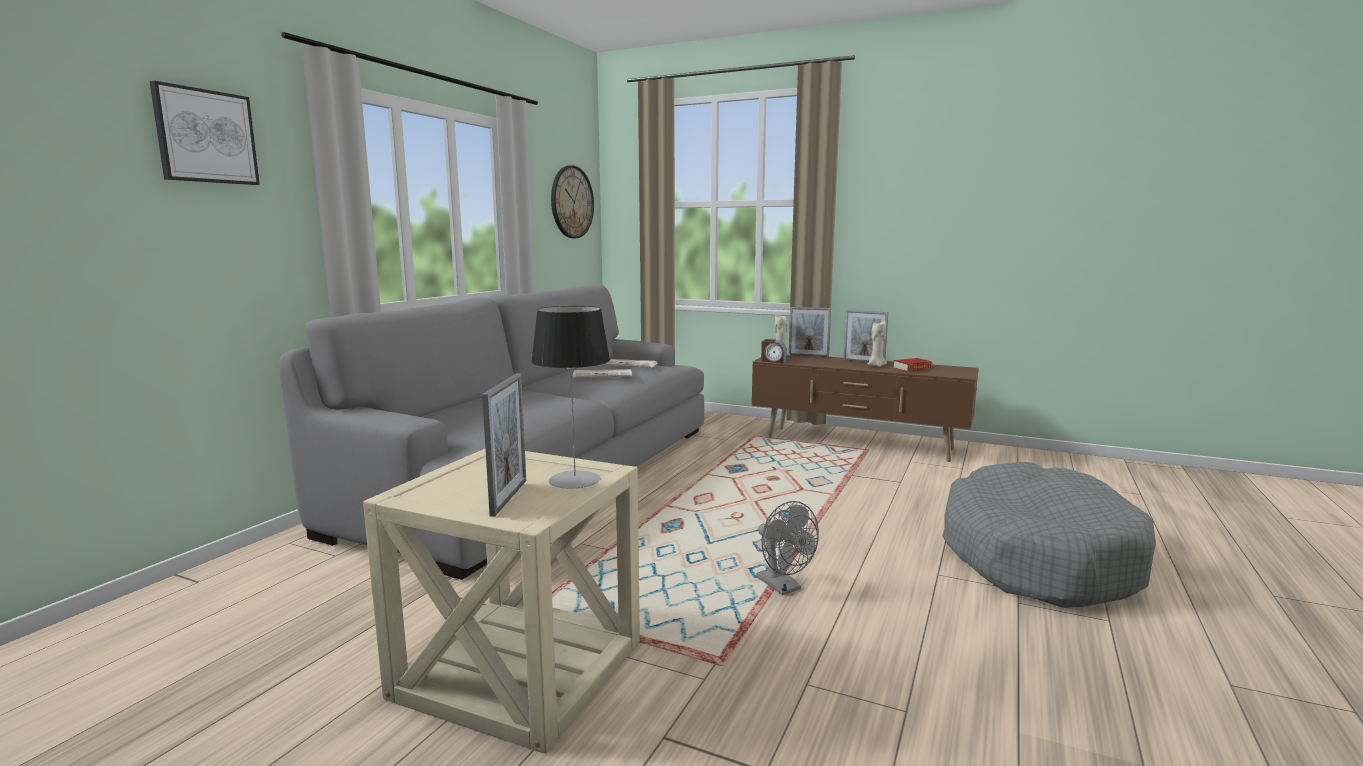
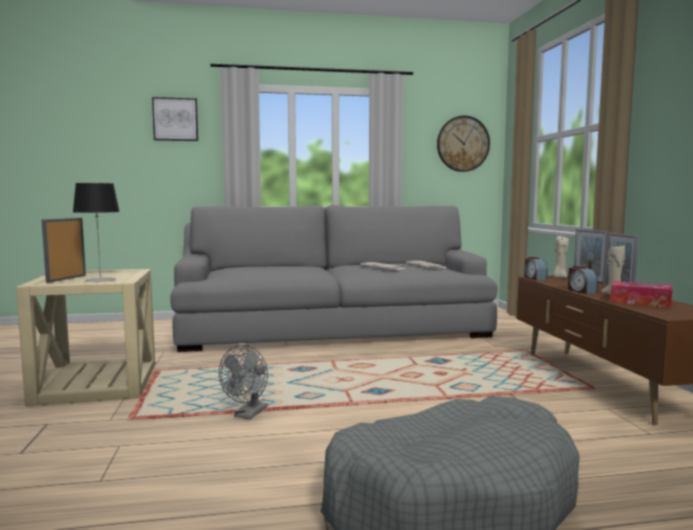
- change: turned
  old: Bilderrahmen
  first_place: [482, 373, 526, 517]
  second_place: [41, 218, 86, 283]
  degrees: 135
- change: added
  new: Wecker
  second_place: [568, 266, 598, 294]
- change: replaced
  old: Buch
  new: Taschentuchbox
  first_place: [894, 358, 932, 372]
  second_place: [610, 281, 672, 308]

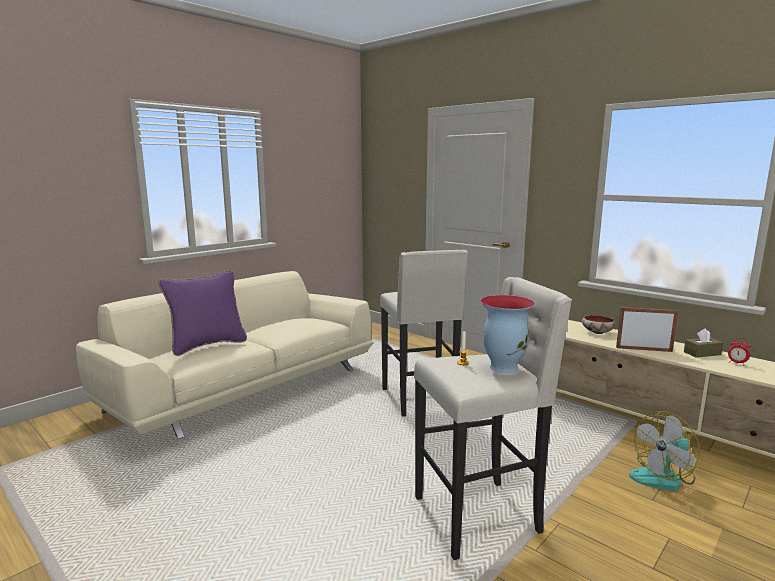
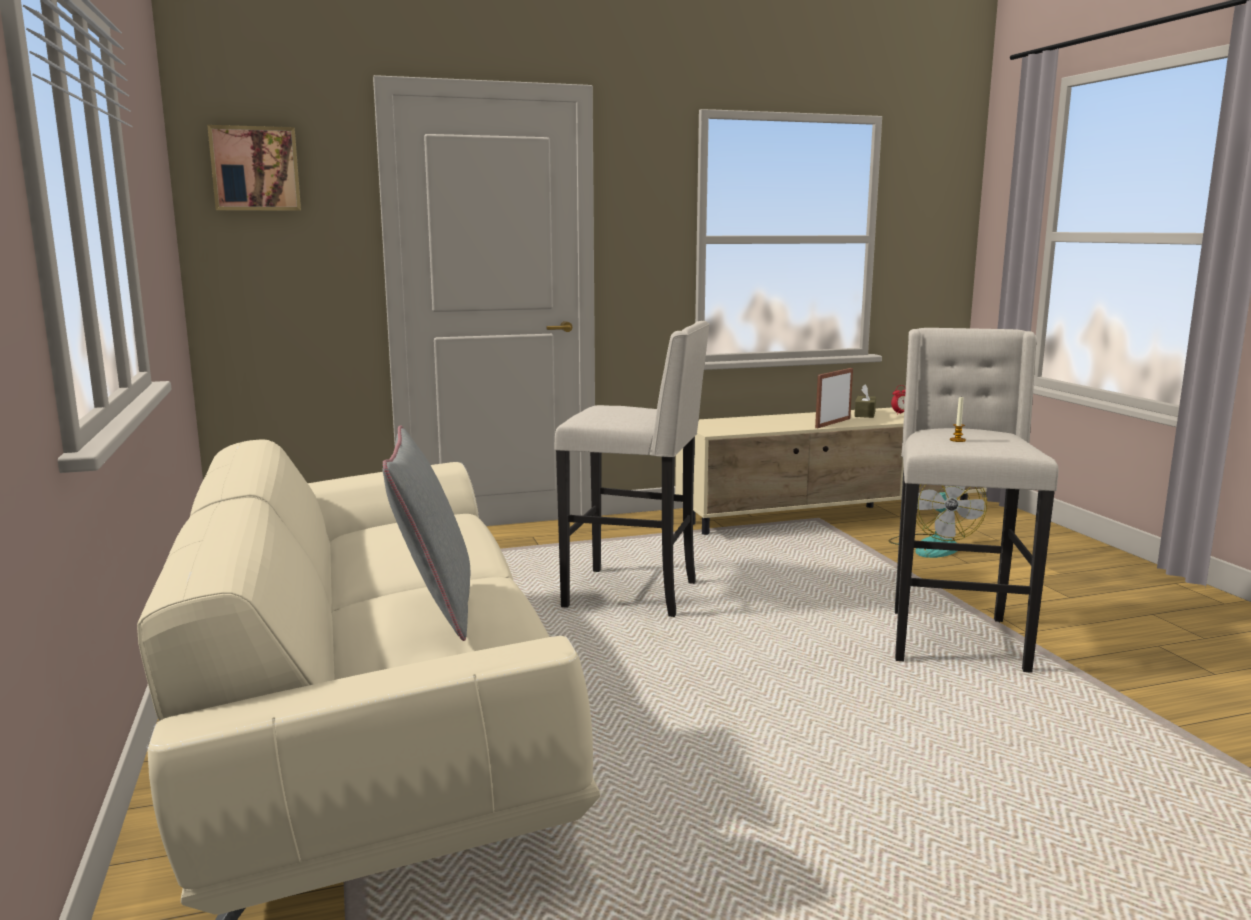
- change: added
  new: Bild
  second_place: [207, 125, 301, 211]
- change: recoloured
  old: Kissen (lila)
  new: Kissen (grau)
  first_place: [159, 271, 247, 356]
  second_place: [383, 425, 470, 641]
- change: removed
  old: Vase
  first_place: [480, 295, 535, 373]
- change: removed
  old: Schüssel
  first_place: [582, 315, 615, 334]

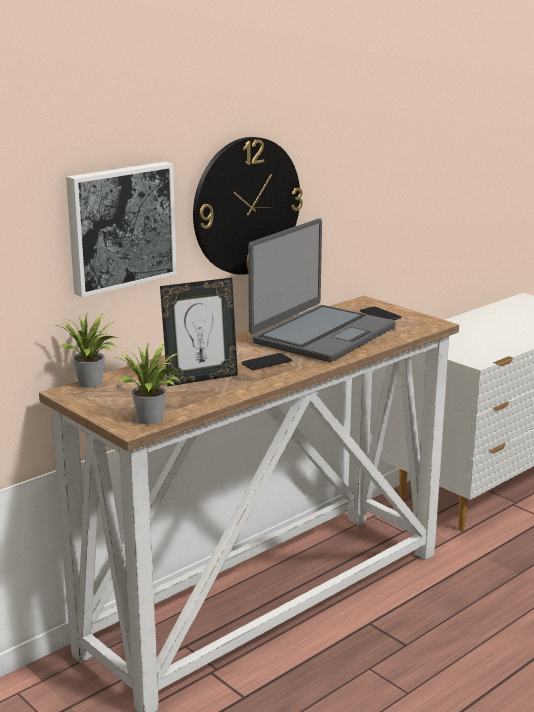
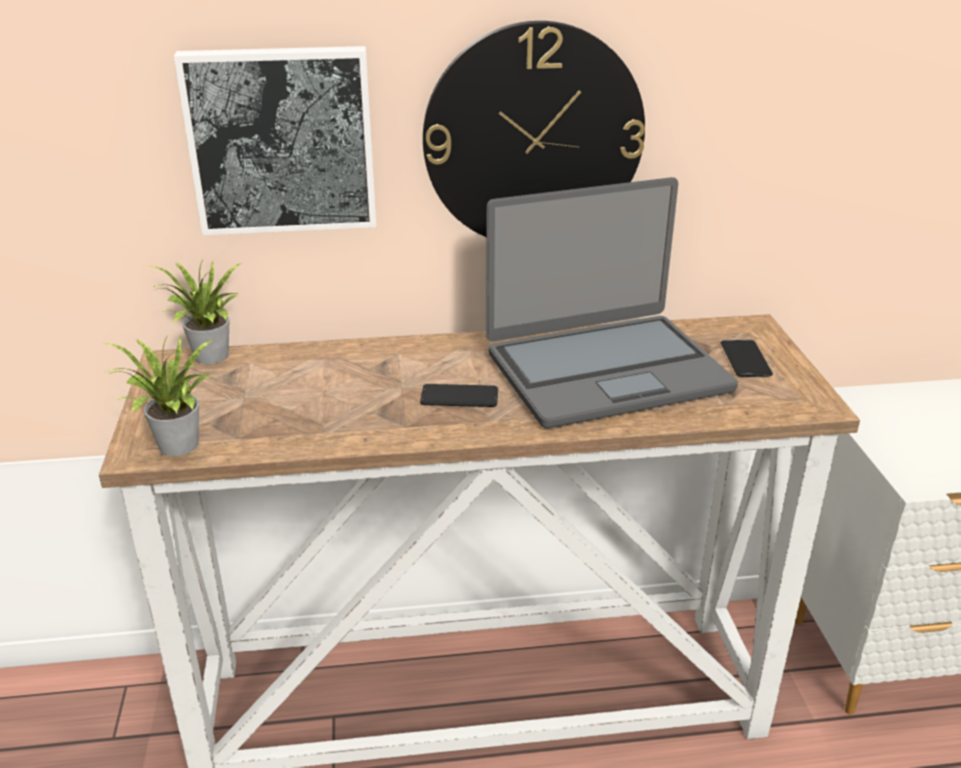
- change: removed
  old: Bilderrahmen
  first_place: [160, 278, 238, 386]

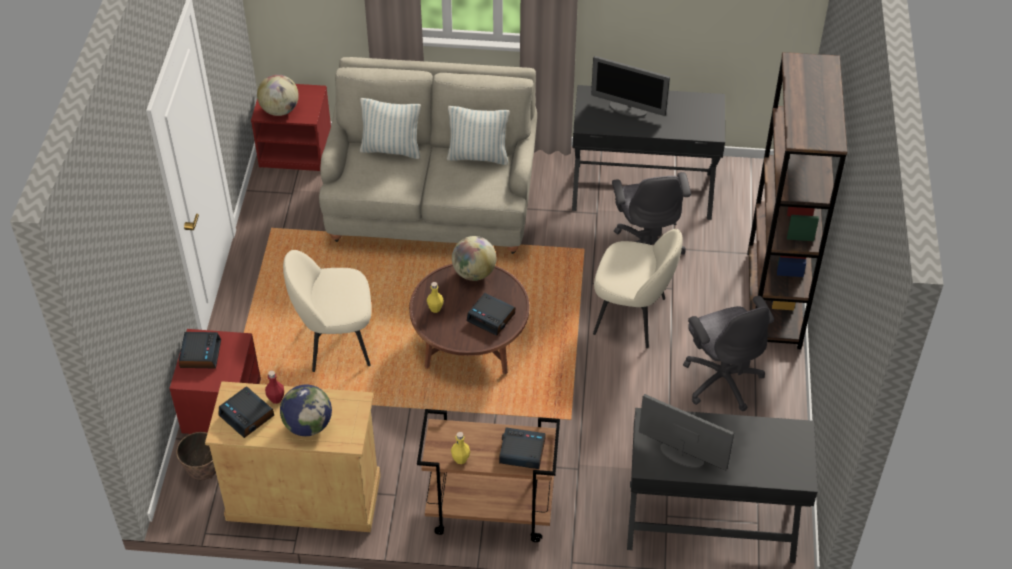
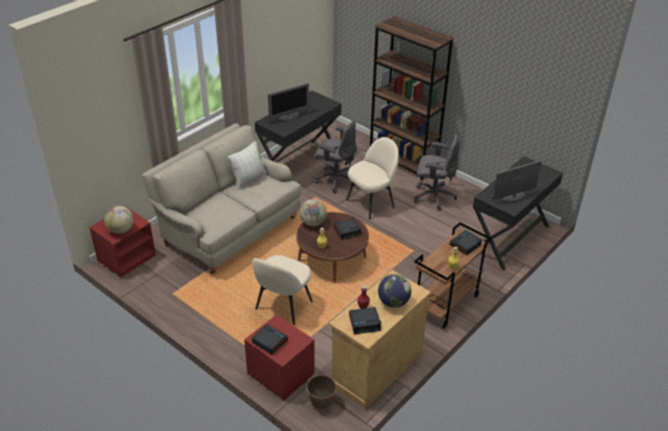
- change: removed
  old: Kissen
  first_place: [360, 98, 421, 159]

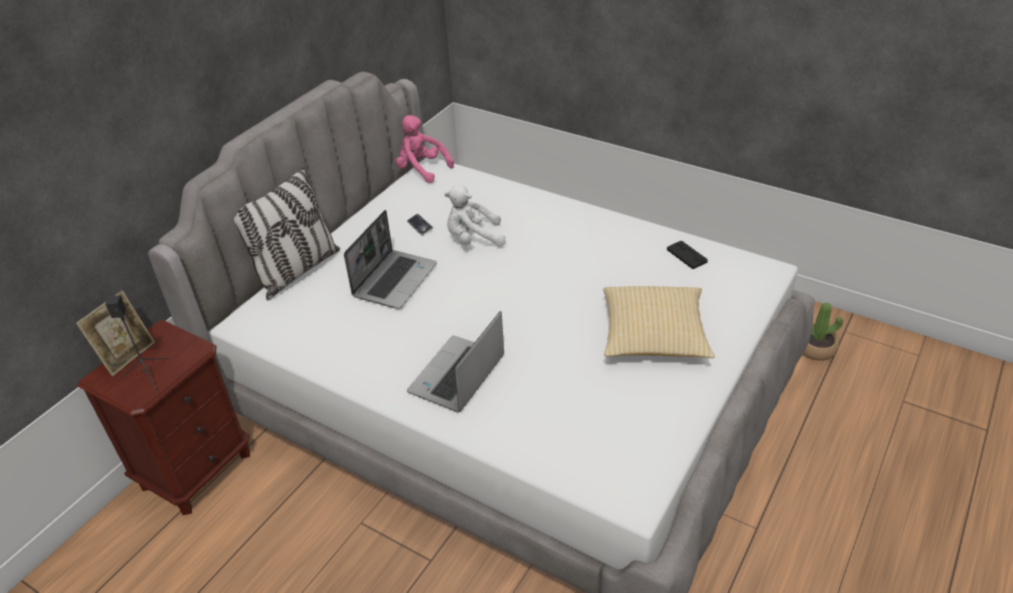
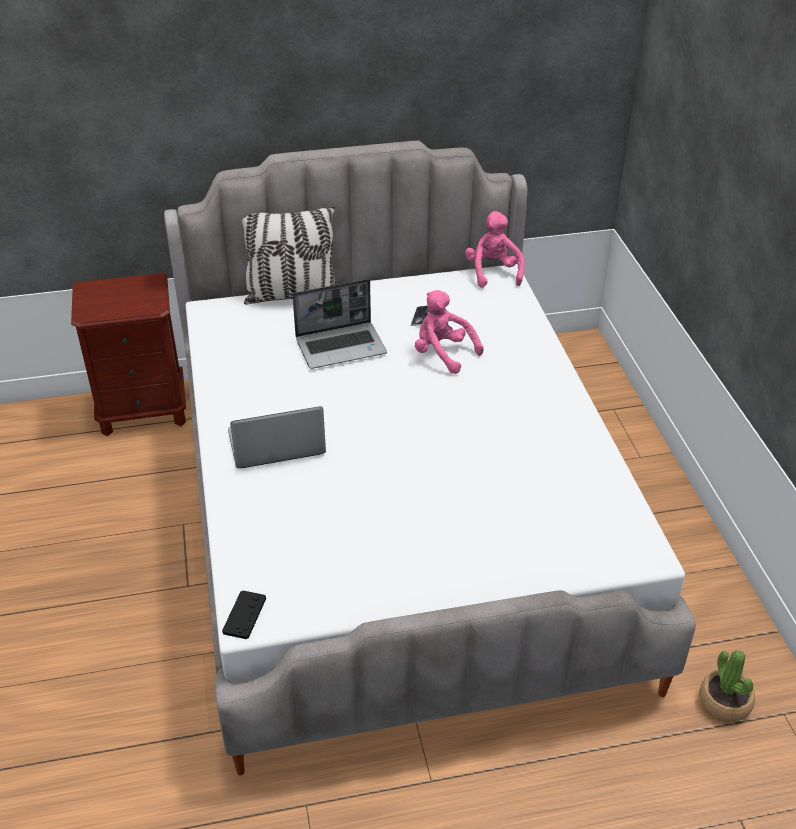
- change: moved
  old: Gamepad (schwarz)
  first_place: [667, 241, 708, 269]
  second_place: [222, 590, 266, 639]
- change: recoloured
  old: Plüschtier (weiß)
  new: Plüschtier (rosa)
  first_place: [444, 185, 506, 247]
  second_place: [415, 290, 484, 374]
- change: removed
  old: Bilderrahmen
  first_place: [76, 291, 155, 376]
- change: removed
  old: Lautsprecher (schwarz)
  first_place: [105, 295, 168, 393]
- change: removed
  old: Kissen
  first_place: [603, 286, 715, 358]

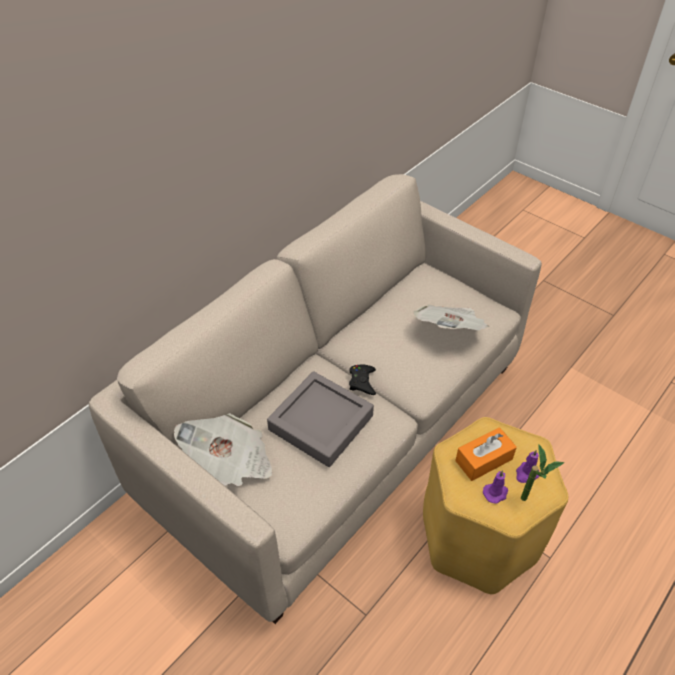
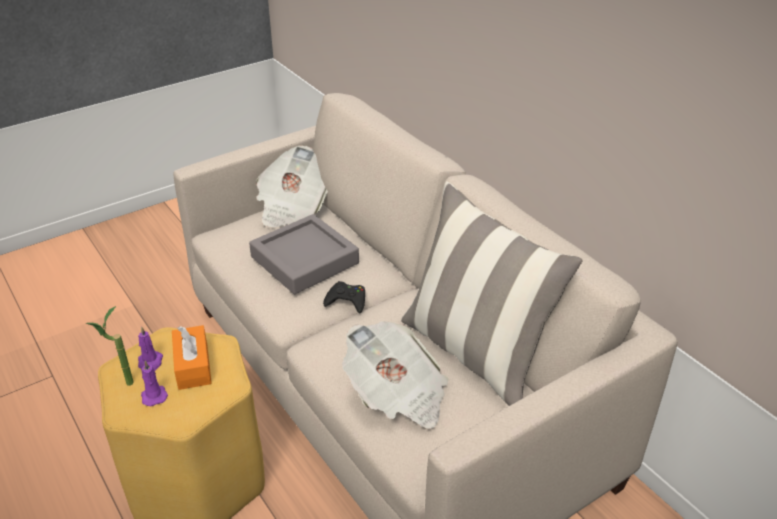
- change: added
  new: Kissen
  second_place: [401, 181, 582, 406]

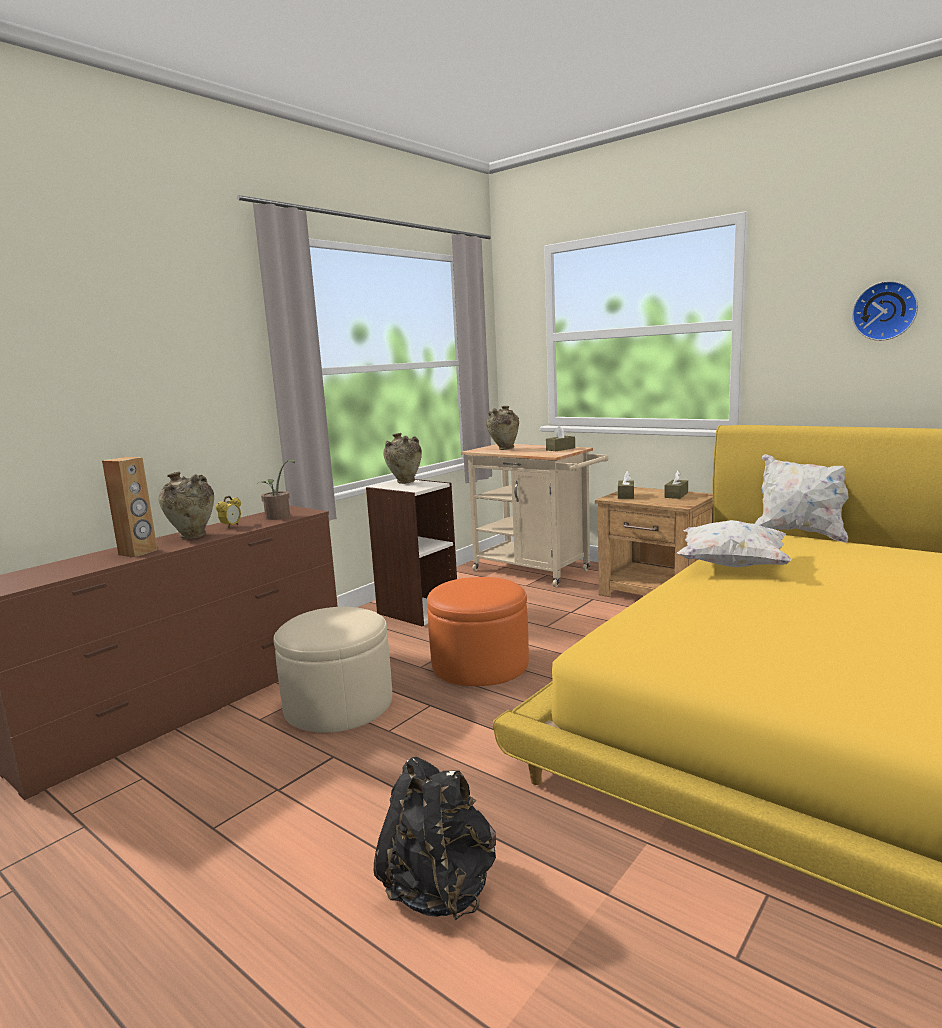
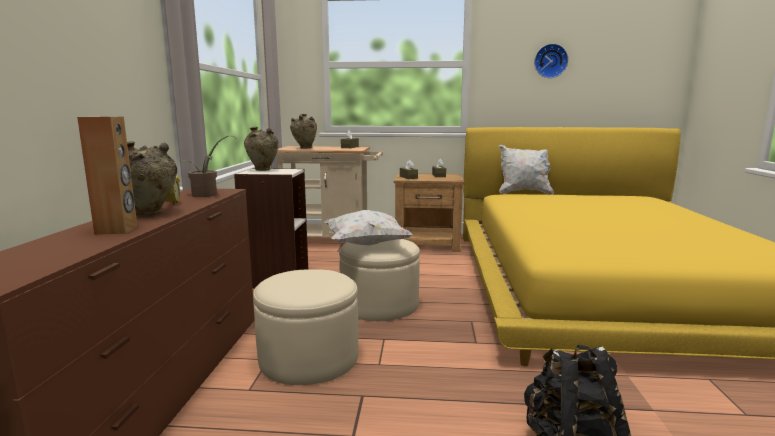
- change: moved
  old: Kissen (weiß)
  first_place: [677, 520, 792, 567]
  second_place: [324, 210, 413, 245]
- change: recoloured
  old: Polsterhocker (orange)
  new: Polsterhocker (beige)
  first_place: [427, 577, 529, 686]
  second_place: [339, 239, 420, 321]

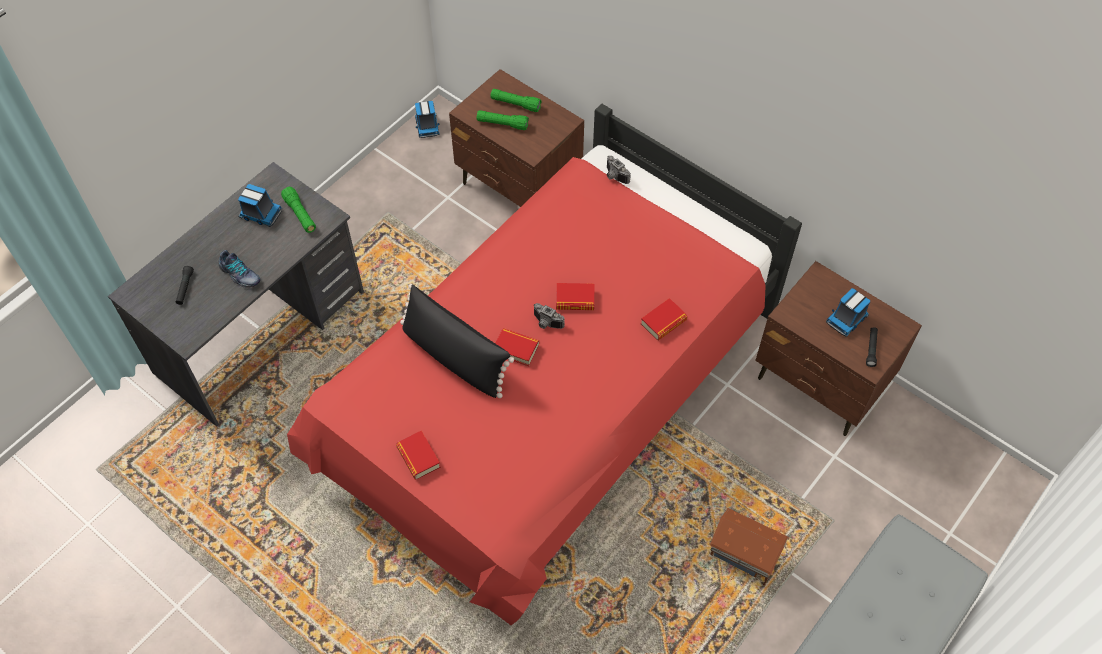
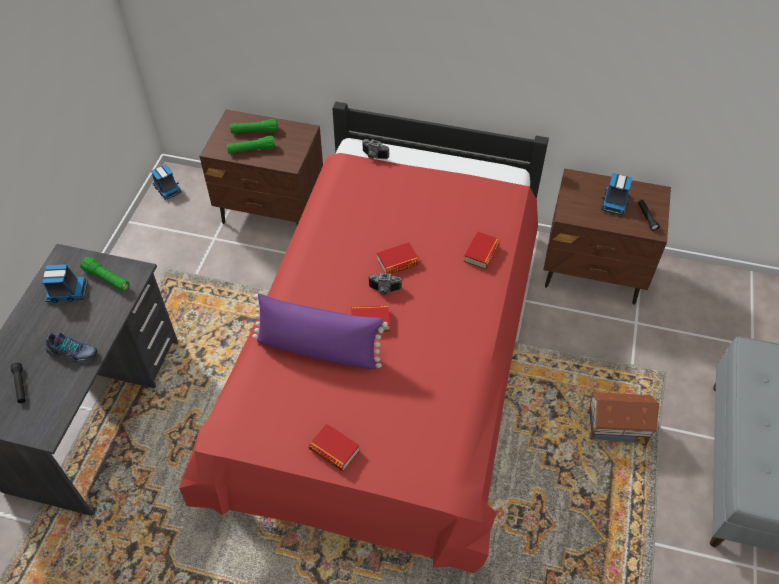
- change: recoloured
  old: Kissen (schwarz)
  new: Kissen (lila)
  first_place: [400, 284, 514, 398]
  second_place: [252, 293, 388, 369]

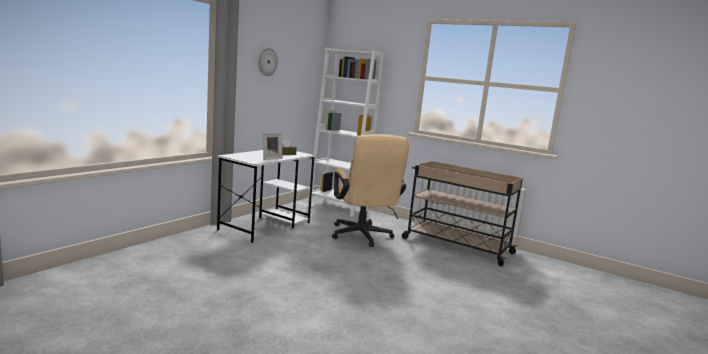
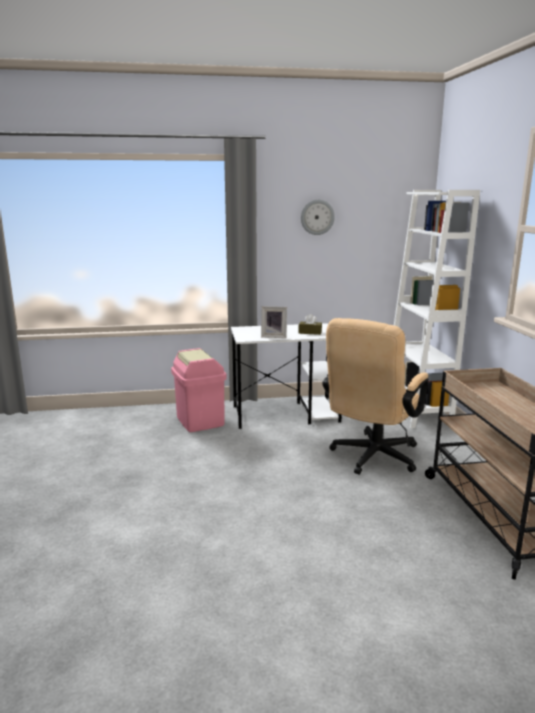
- change: added
  new: Mülleimer (rosa)
  second_place: [171, 348, 227, 432]

